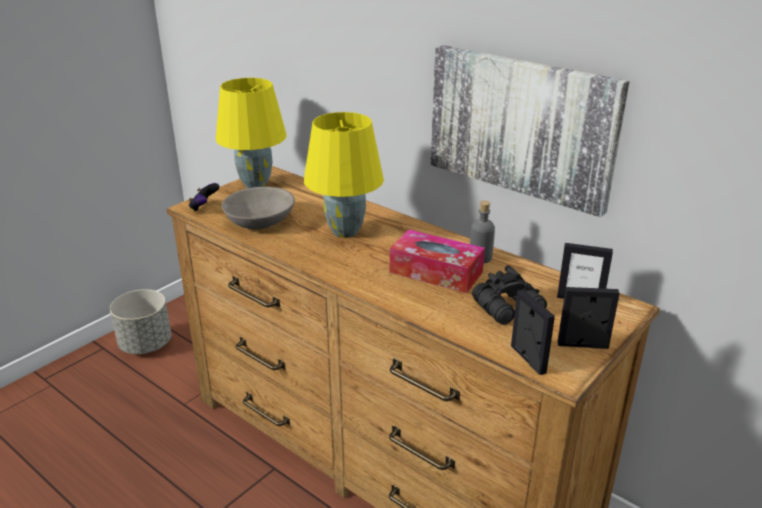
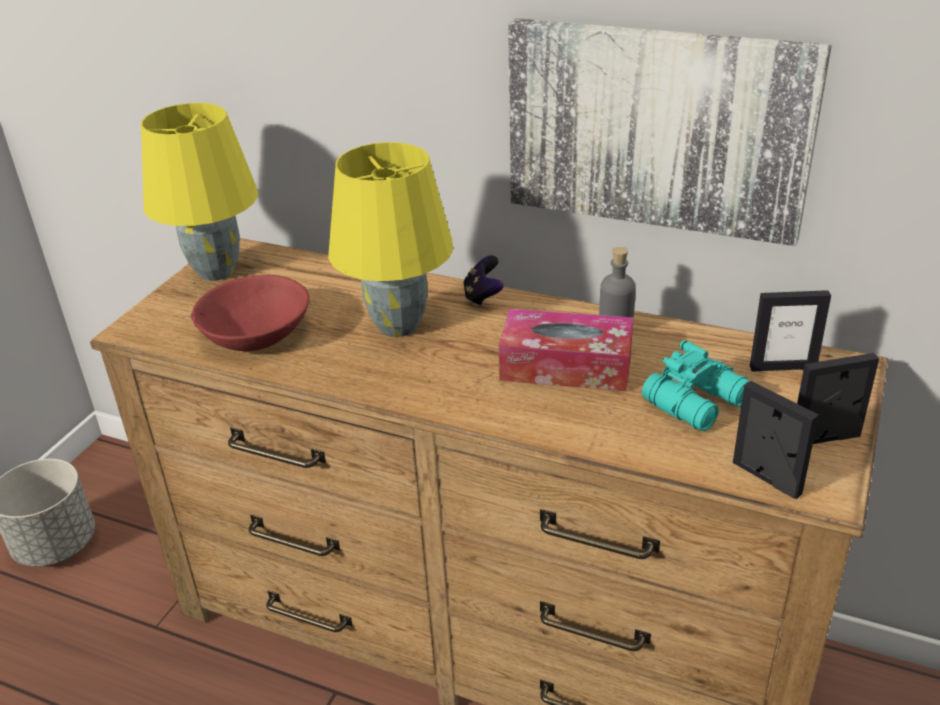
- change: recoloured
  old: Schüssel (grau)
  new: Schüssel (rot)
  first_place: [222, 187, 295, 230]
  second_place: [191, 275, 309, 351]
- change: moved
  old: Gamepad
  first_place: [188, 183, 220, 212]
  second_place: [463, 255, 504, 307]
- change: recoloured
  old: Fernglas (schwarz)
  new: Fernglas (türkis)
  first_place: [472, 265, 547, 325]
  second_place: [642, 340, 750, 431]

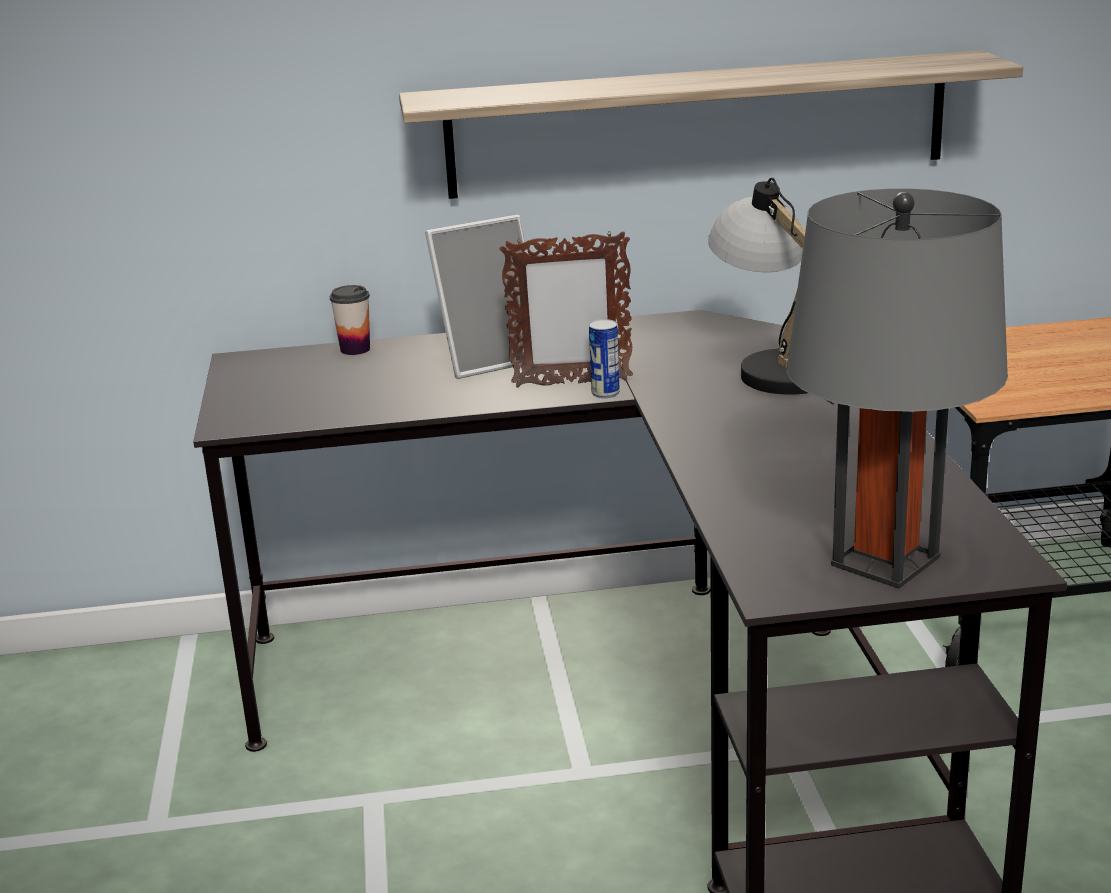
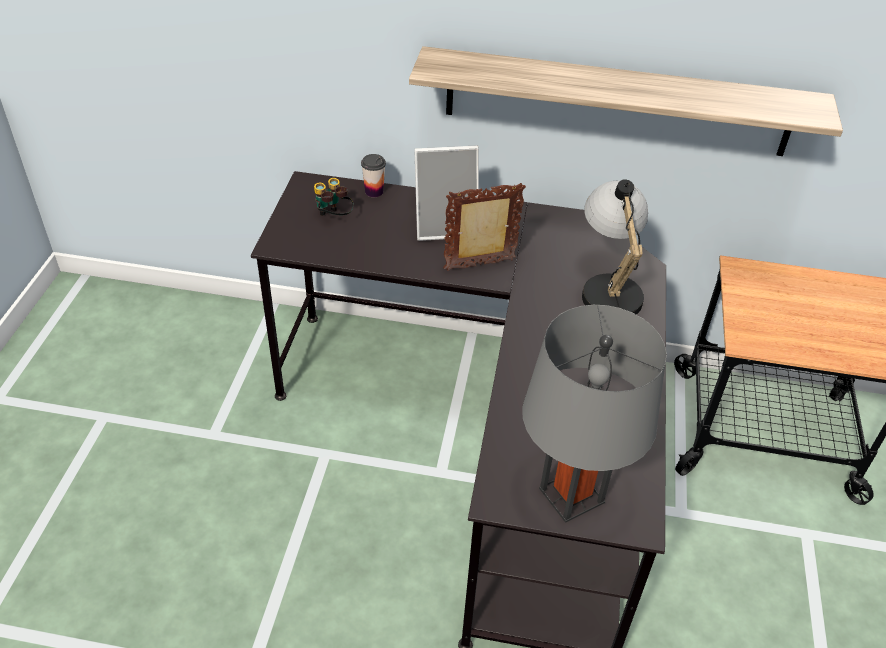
- change: added
  new: Fernglas
  second_place: [314, 178, 354, 216]
- change: turned
  old: Bilderrahmen
  first_place: [500, 231, 633, 388]
  second_place: [443, 183, 526, 271]
  degrees: 150
- change: removed
  old: Dose
  first_place: [589, 319, 620, 398]

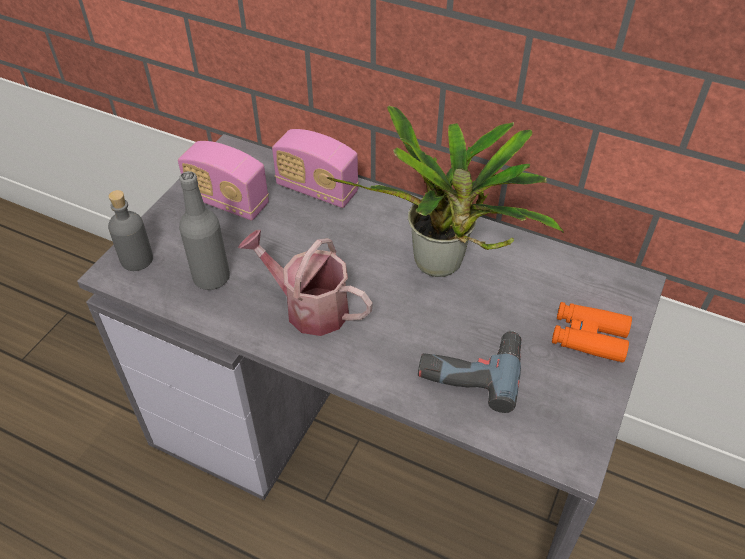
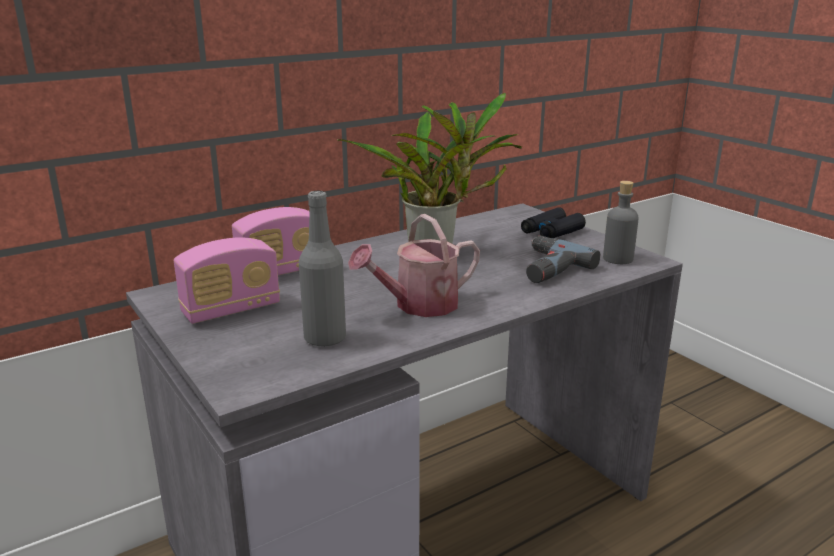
- change: recoloured
  old: Fernglas (orange)
  new: Fernglas (schwarz)
  first_place: [552, 302, 632, 363]
  second_place: [521, 207, 586, 238]
- change: moved
  old: Flasche (grau)
  first_place: [108, 190, 153, 271]
  second_place: [603, 181, 639, 264]

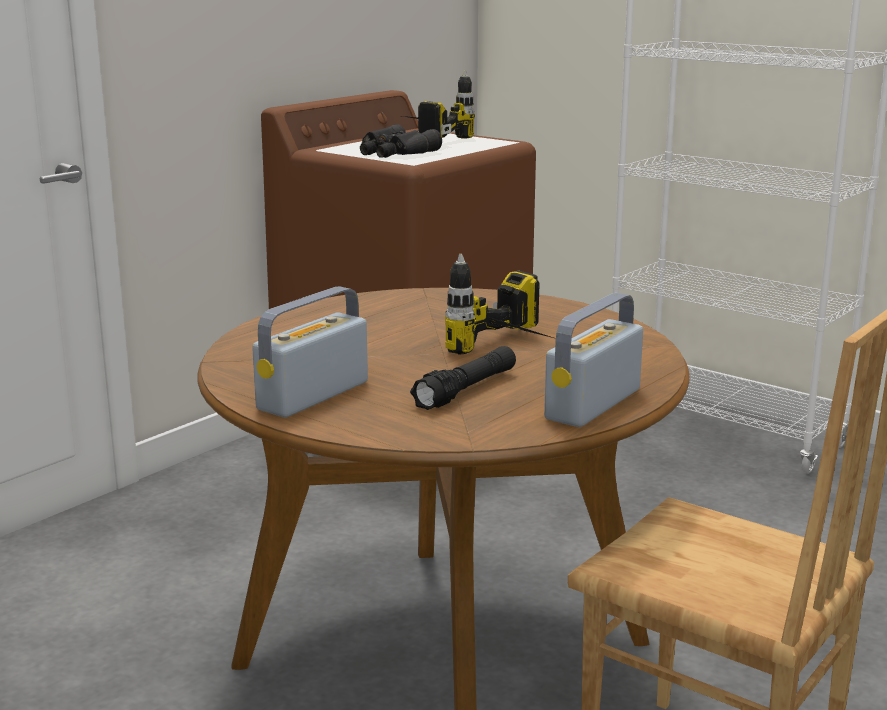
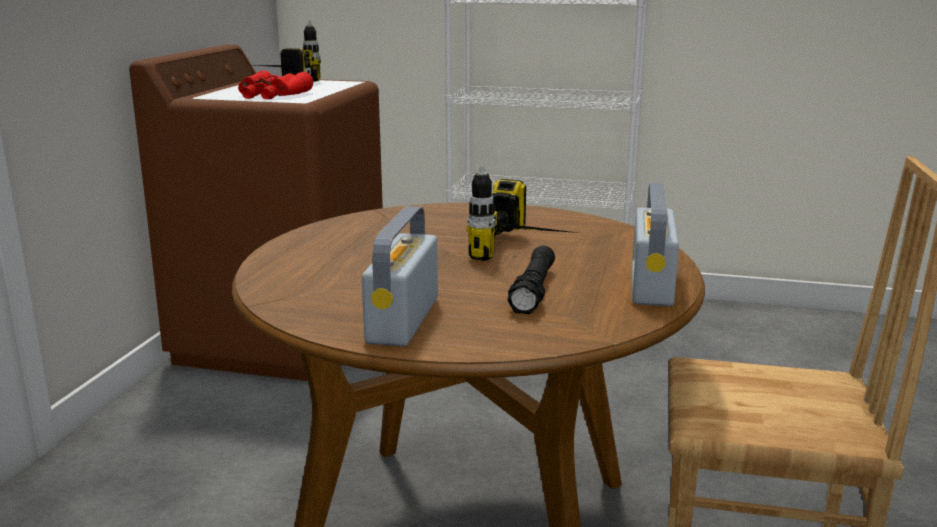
- change: recoloured
  old: Fernglas (schwarz)
  new: Fernglas (rot)
  first_place: [360, 124, 442, 158]
  second_place: [238, 70, 313, 99]

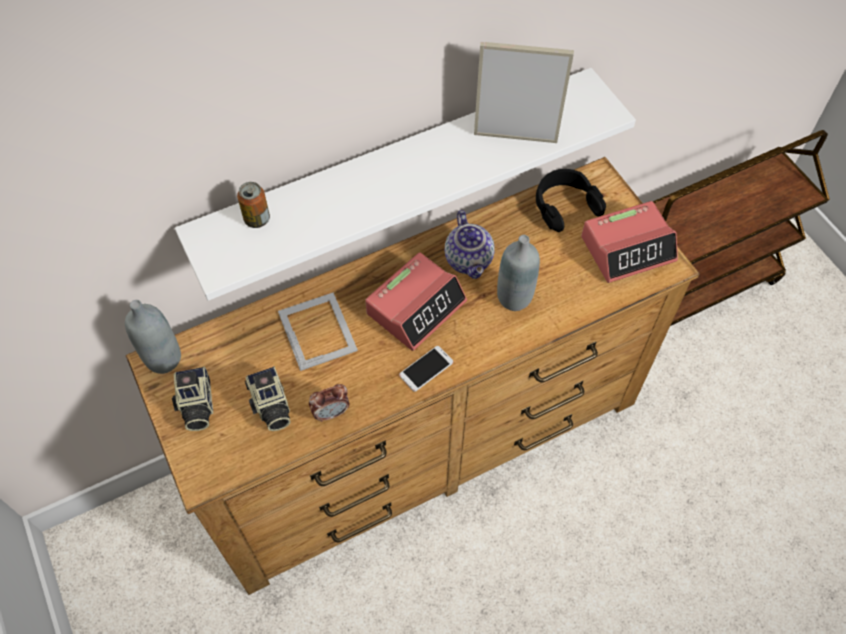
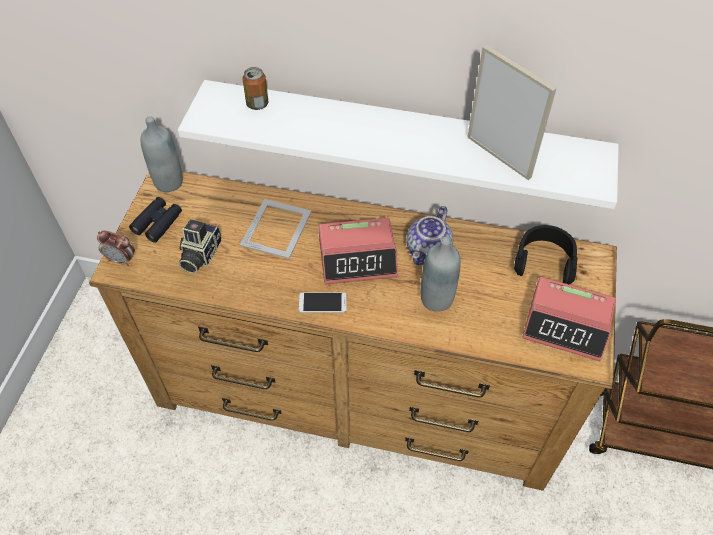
- change: moved
  old: Wecker
  first_place: [309, 384, 350, 422]
  second_place: [97, 230, 135, 266]
- change: replaced
  old: Kamera
  new: Fernglas (schwarz)
  first_place: [172, 366, 213, 431]
  second_place: [129, 197, 182, 243]

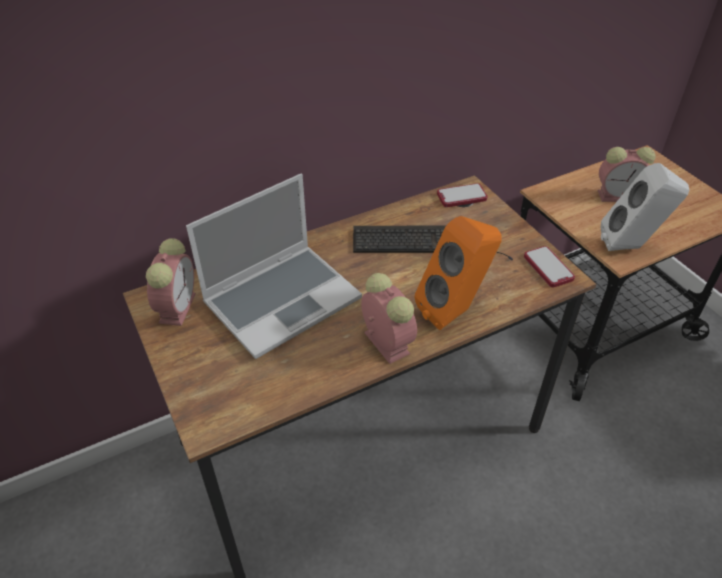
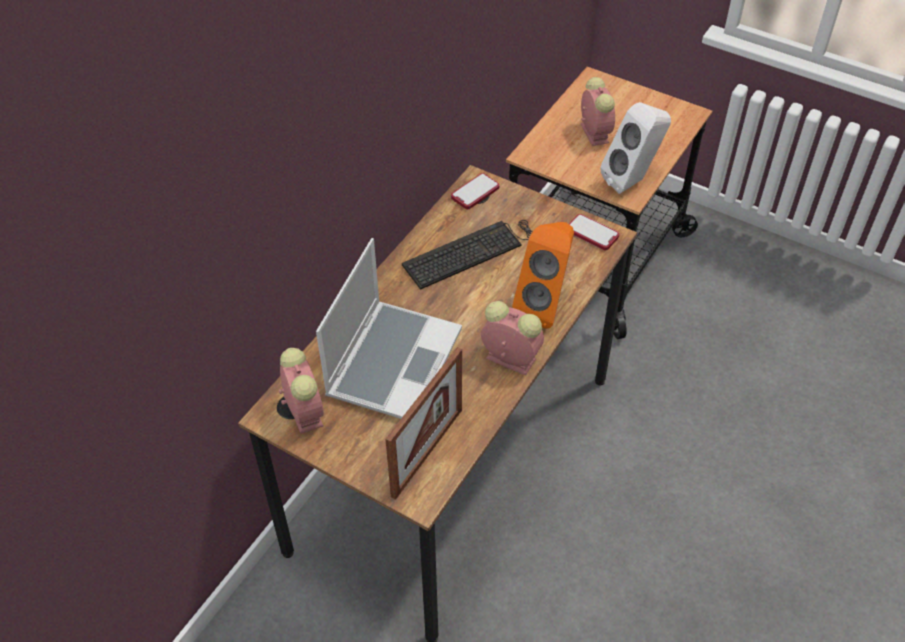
- change: added
  new: Bilderrahmen
  second_place: [385, 347, 462, 500]
- change: turned
  old: Wecker
  first_place: [598, 147, 656, 202]
  second_place: [581, 77, 615, 146]
  degrees: -75

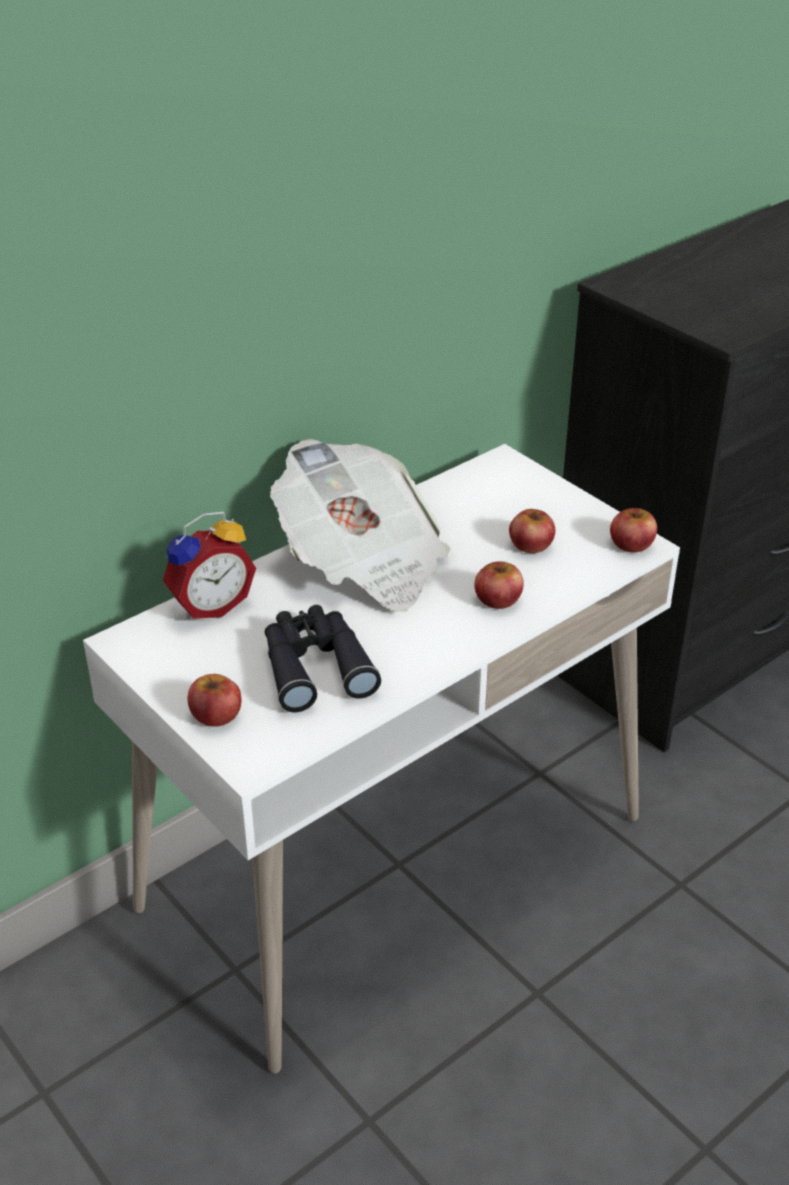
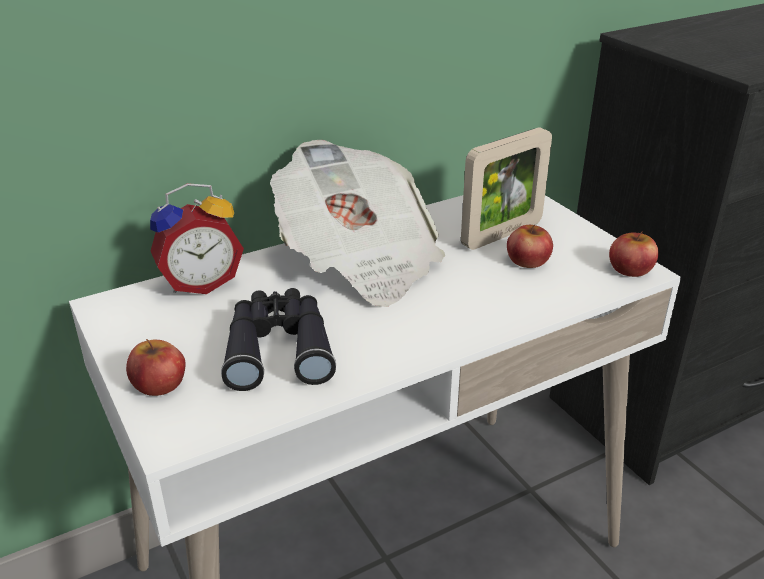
- change: added
  new: Bilderrahmen
  second_place: [461, 127, 552, 250]
- change: removed
  old: Apfel
  first_place: [474, 561, 524, 609]

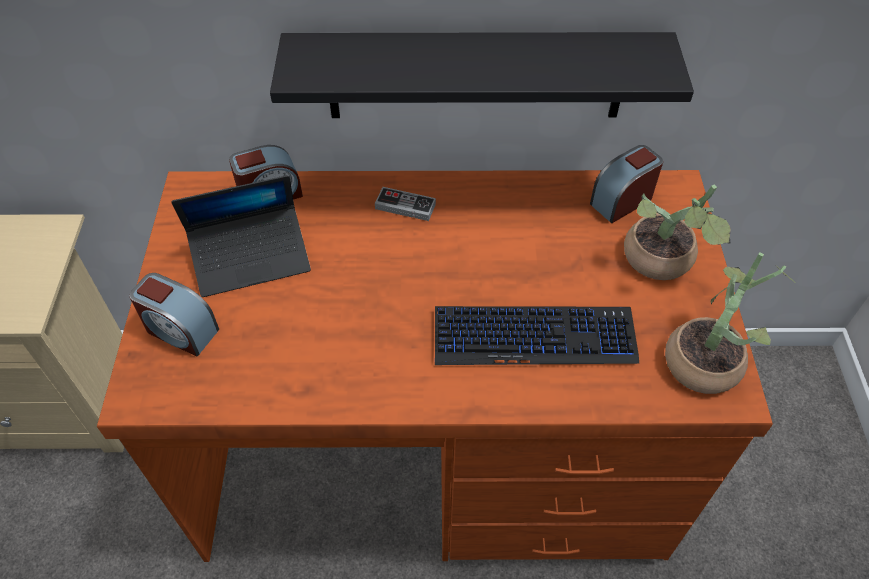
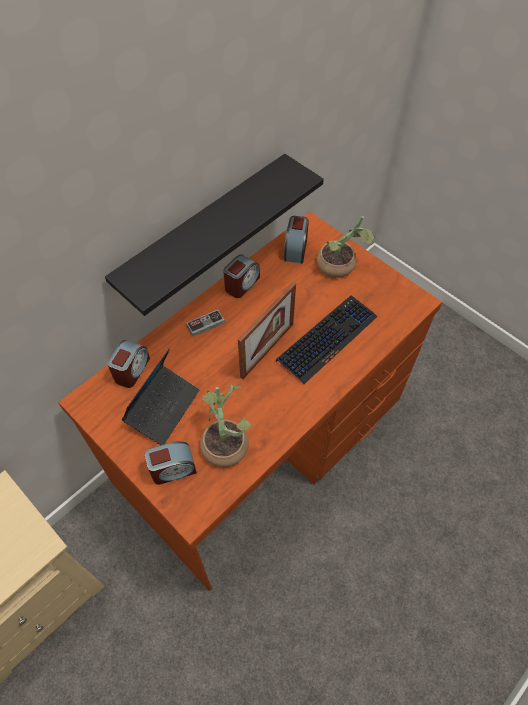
- change: moved
  old: Topfpflanze
  first_place: [665, 252, 796, 394]
  second_place: [200, 385, 251, 467]
- change: added
  new: Wecker
  second_place: [223, 254, 260, 298]
- change: added
  new: Bilderrahmen
  second_place: [238, 282, 296, 379]

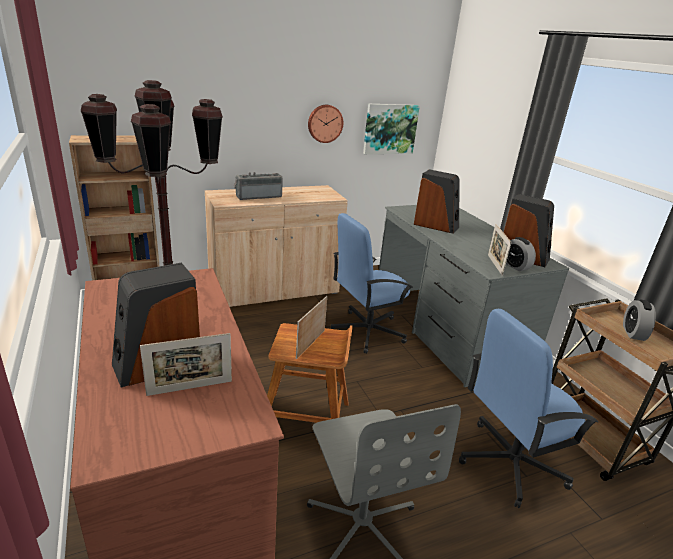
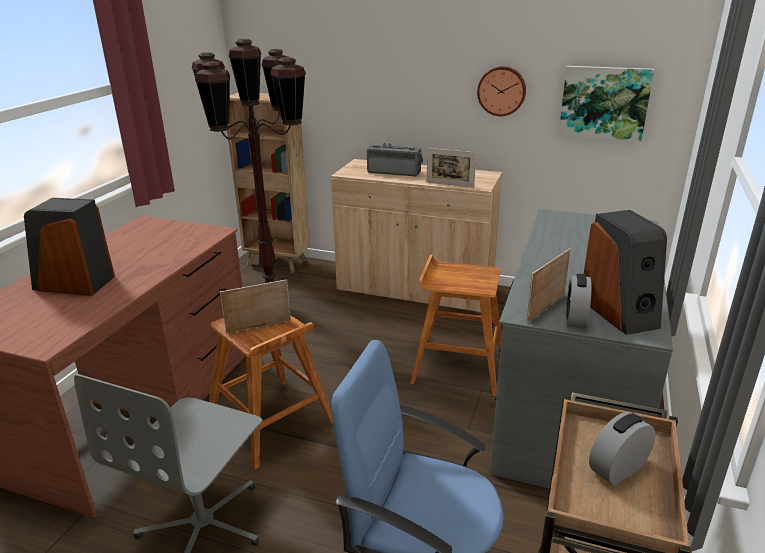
- change: replaced
  old: Bürostuhl (blau)
  new: Hocker (braun)
  first_place: [330, 213, 413, 354]
  second_place: [410, 254, 502, 396]
- change: moved
  old: Bilderrahmen
  first_place: [140, 333, 232, 396]
  second_place: [427, 148, 476, 188]
- change: removed
  old: Lautsprecher
  first_place: [414, 169, 460, 234]

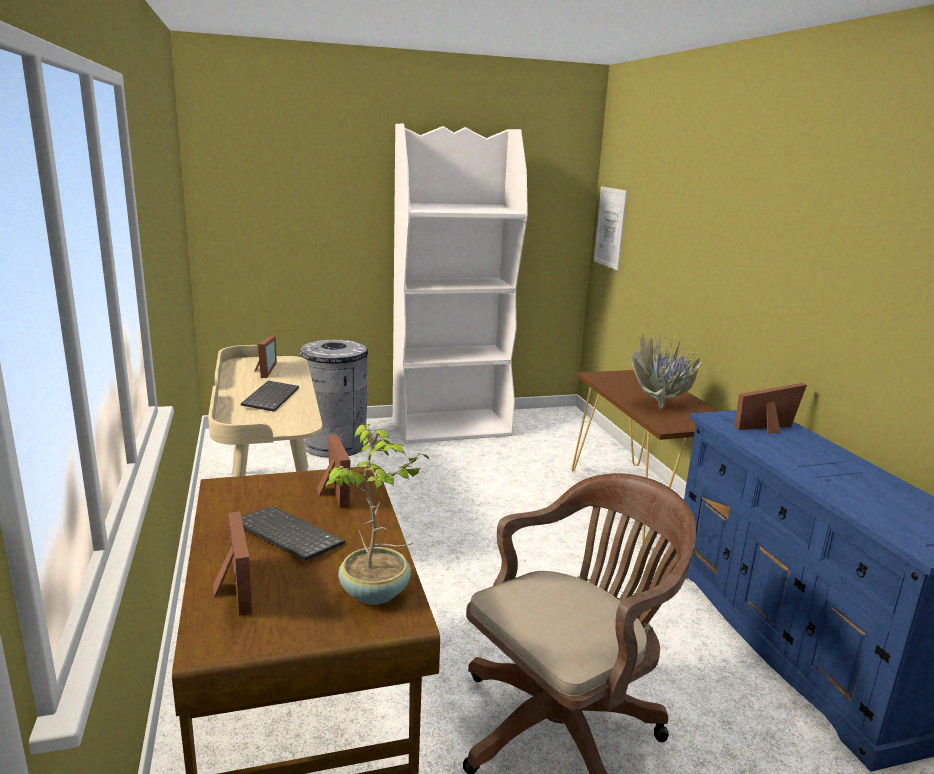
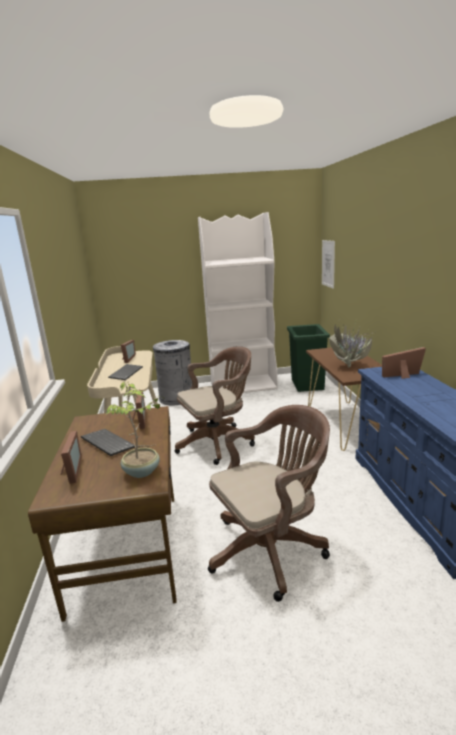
- change: added
  new: Bürostuhl (braun)
  second_place: [175, 346, 255, 465]
- change: added
  new: Mülleimer (grün)
  second_place: [287, 324, 330, 392]

